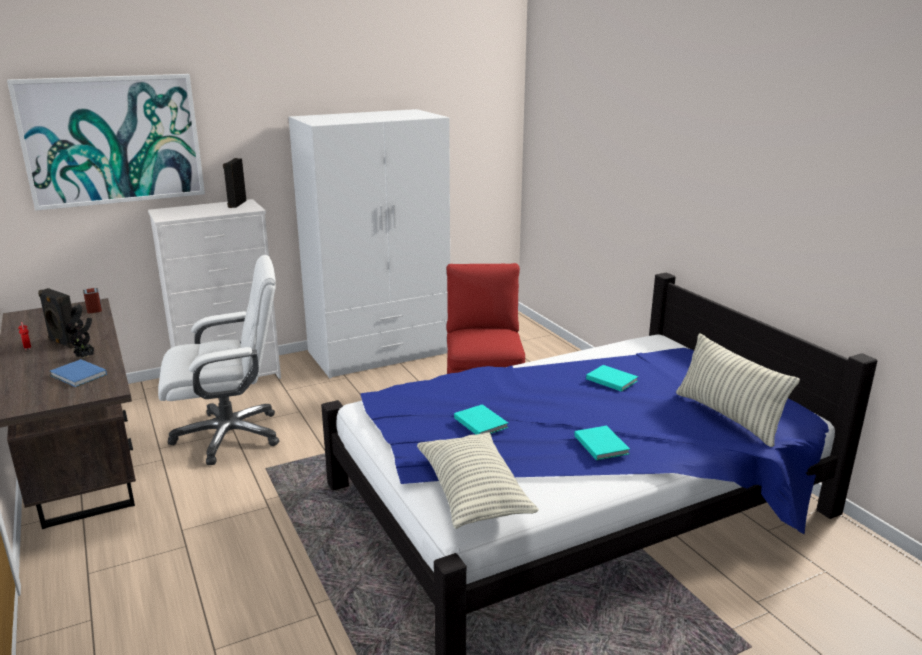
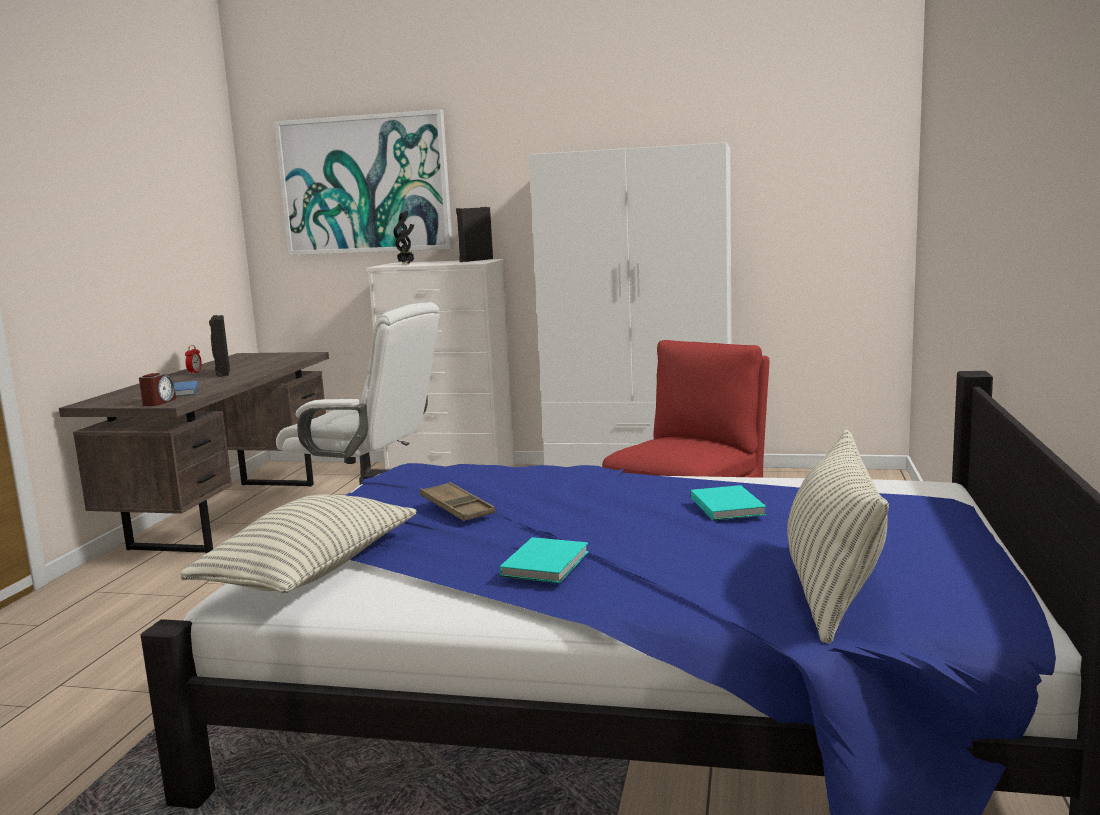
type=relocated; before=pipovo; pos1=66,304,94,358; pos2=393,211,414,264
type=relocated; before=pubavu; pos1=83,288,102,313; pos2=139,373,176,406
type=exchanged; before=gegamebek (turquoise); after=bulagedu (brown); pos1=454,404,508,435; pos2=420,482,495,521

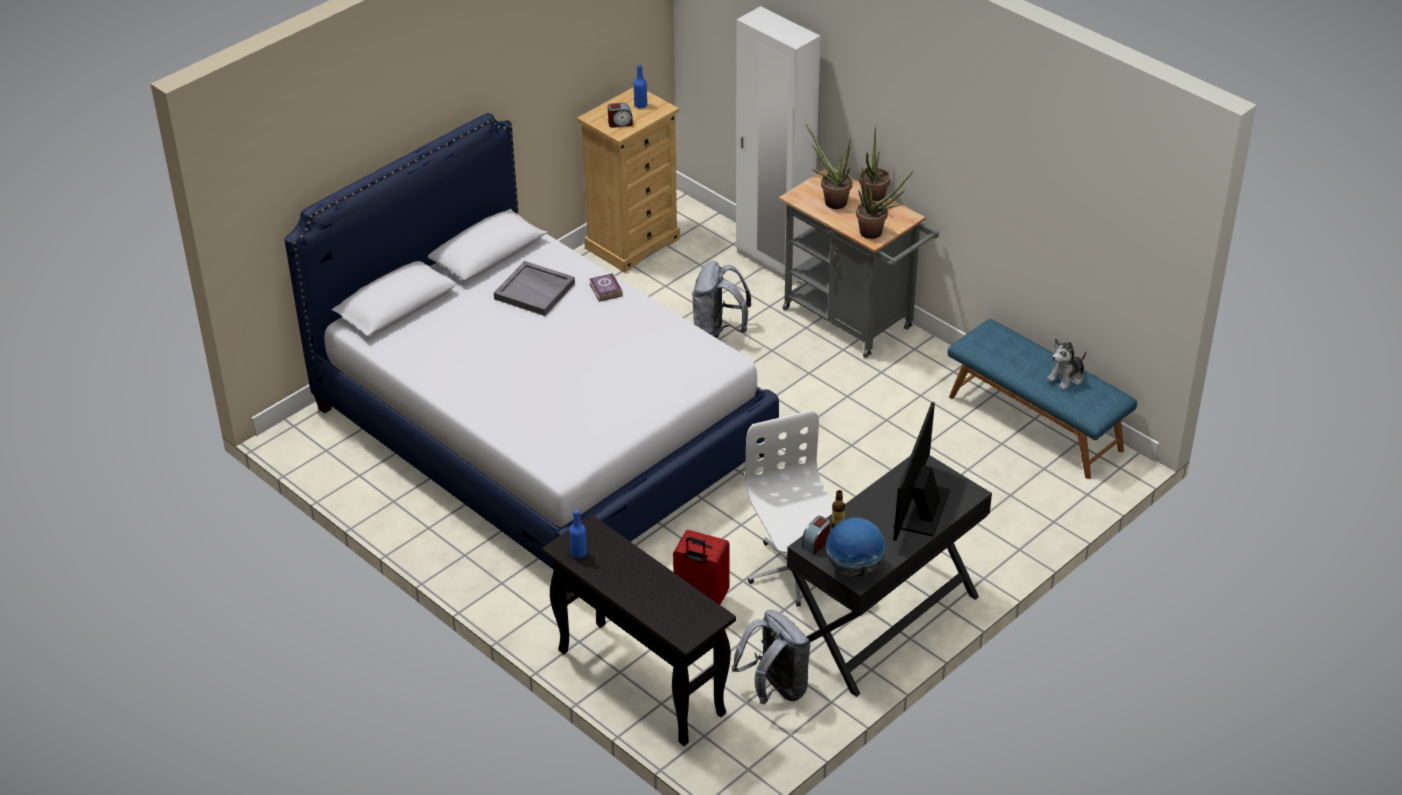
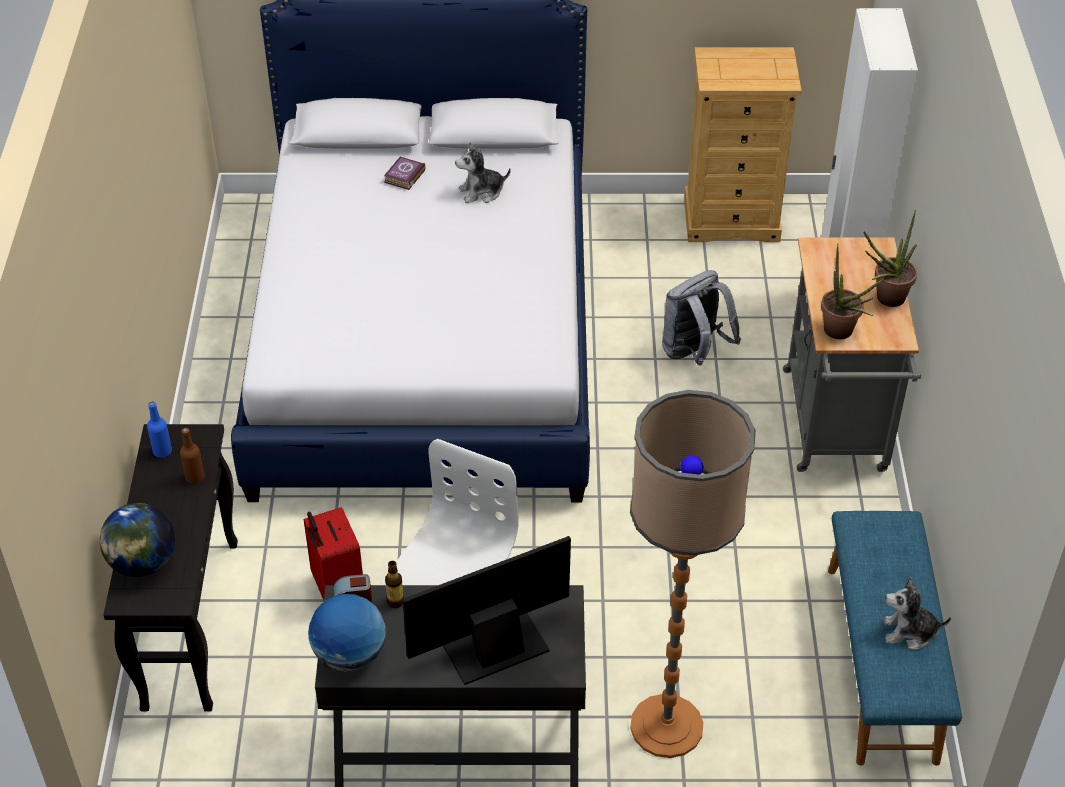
type=exchanged; before=bulagedu (grey); after=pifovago; pos1=494,261,575,316; pos2=455,143,511,203
type=relocated; before=gegamebek; pos1=590,273,623,302; pos2=384,157,426,190
type=missing; before=pubavu; pos1=608,103,633,128
type=missing; before=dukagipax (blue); pos1=634,64,647,108
type=missing; before=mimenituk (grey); pos1=732,610,811,704
type=missing; before=pipovo; pos1=805,123,852,209
type=appeared; after=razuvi; pos2=100,503,175,577
type=appeared; after=dukagipax (brown); pos2=180,428,205,484
type=appeared; after=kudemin; pos2=630,390,756,758

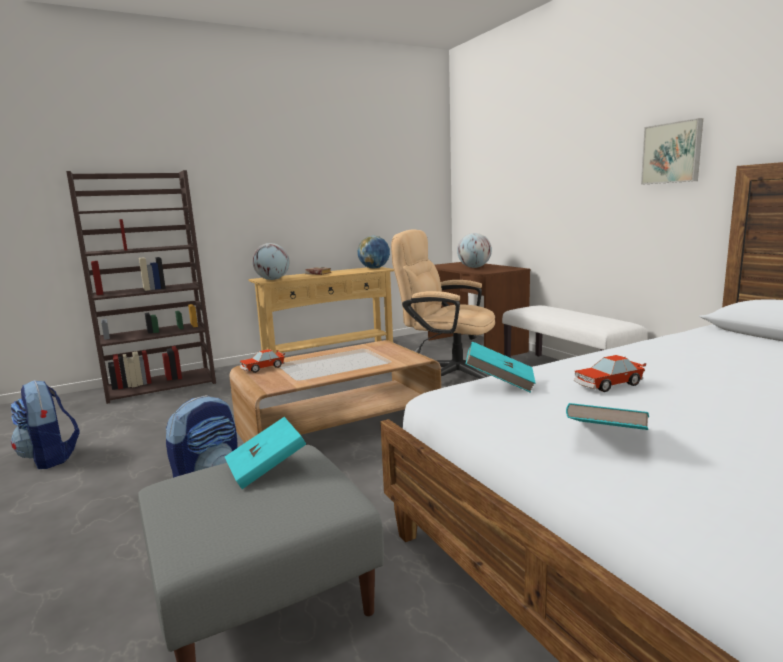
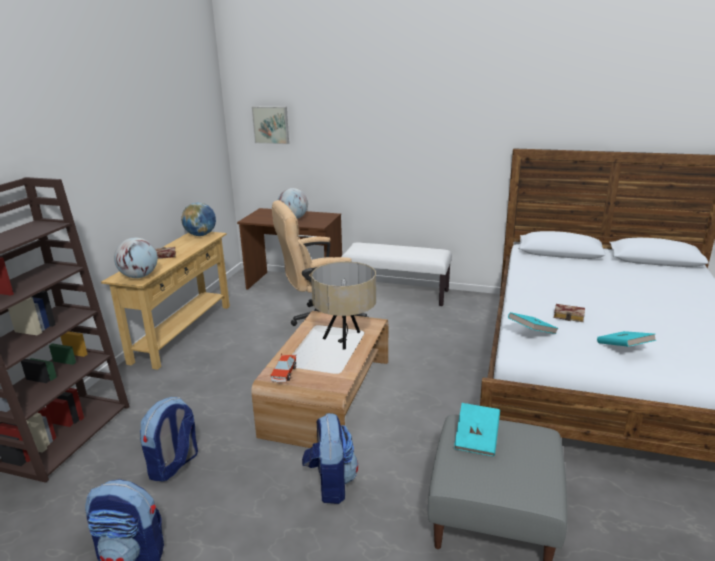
type=exchanged; before=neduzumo; after=gegamebek; pos1=574,355,646,392; pos2=554,304,585,322
type=relocated; before=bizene; pos1=641,118,703,184; pos2=252,106,289,144
type=appeared; after=mimenituk; pos2=140,397,198,481
type=appeared; after=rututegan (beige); pos2=311,262,376,349

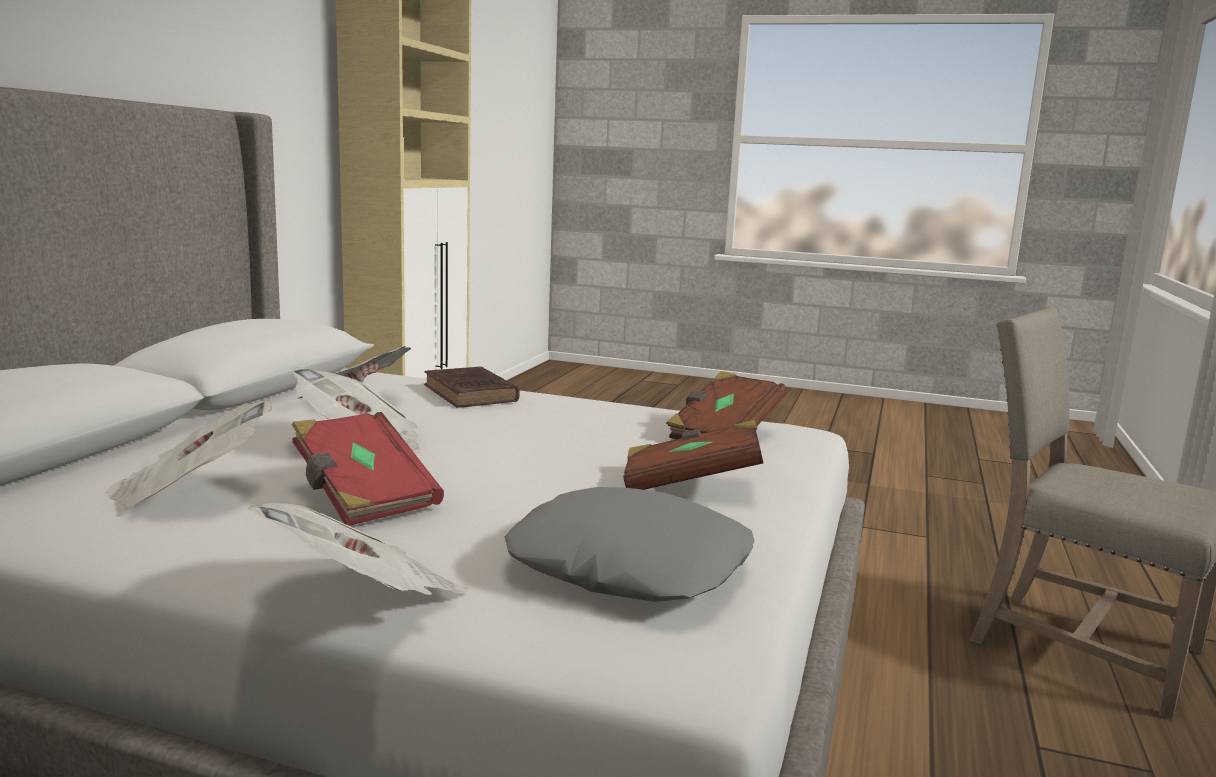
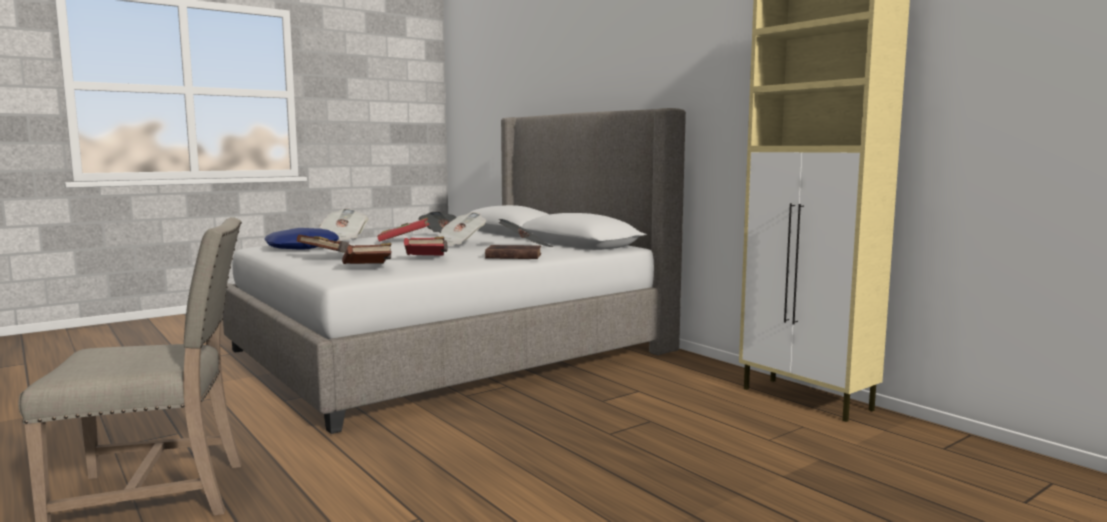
type=colour; before=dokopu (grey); after=dokopu (blue); pos1=504,487,755,602; pos2=264,228,339,250
type=appeared; after=gegamebek (red); pos2=404,236,448,256

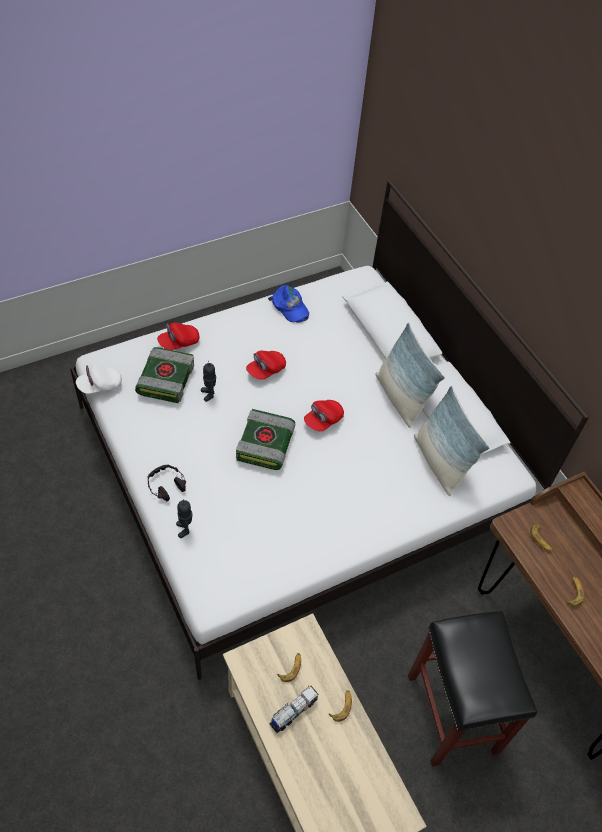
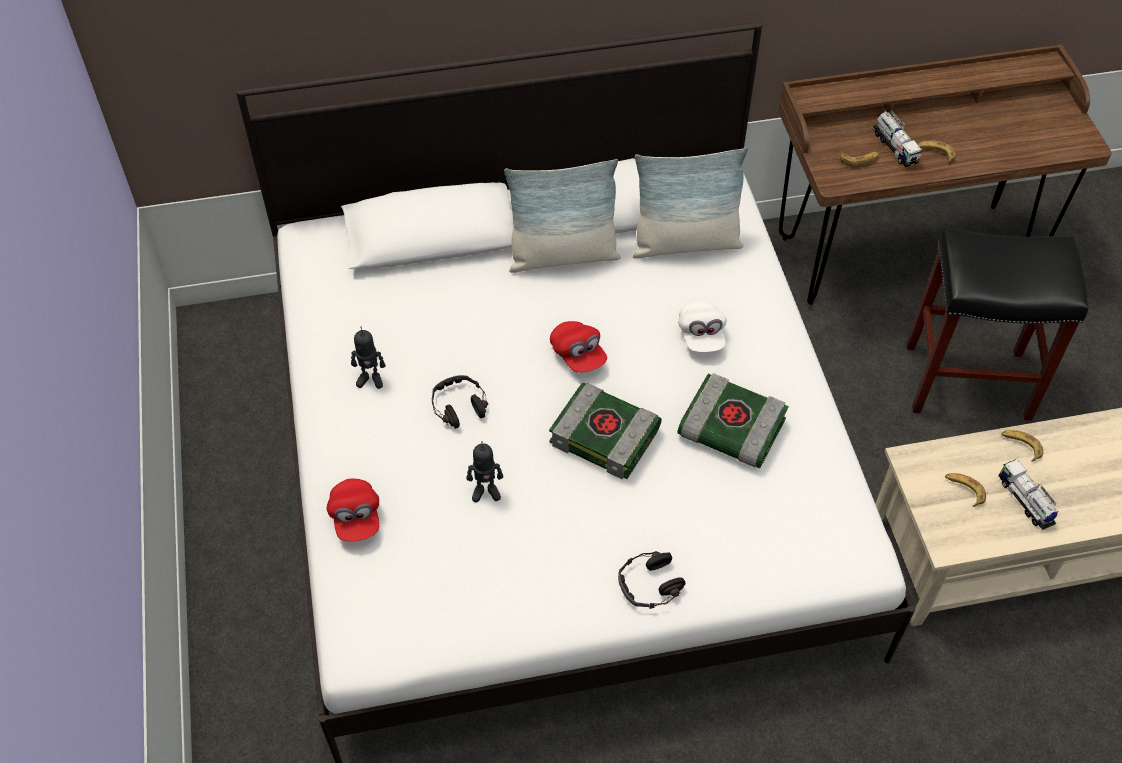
type=relocated; before=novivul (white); pos1=76,365,122,394; pos2=678,301,727,352
type=relocated; before=gegamebek; pos1=135,347,194,403; pos2=677,373,789,468
type=relocated; before=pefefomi; pos1=176,499,192,538; pos2=351,327,386,389
type=exchanged; before=novivul (red); after=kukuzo; pos1=246,351,286,380; pos2=431,375,488,429
type=missing; before=novivul (blue); pos1=268,285,309,323
type=appeared; after=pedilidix; pos2=873,110,922,167

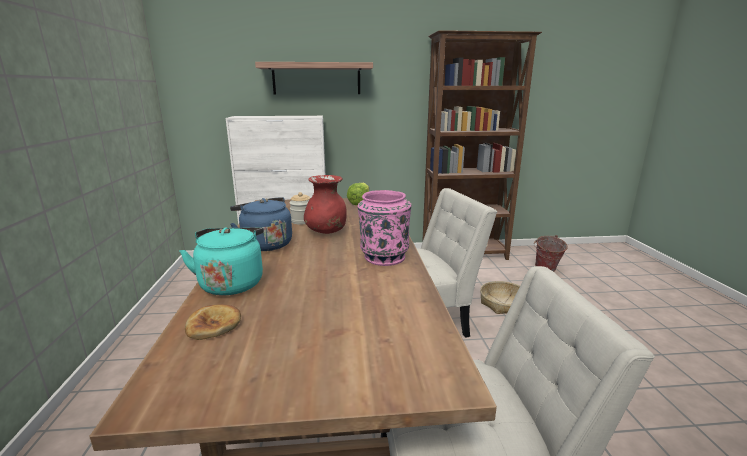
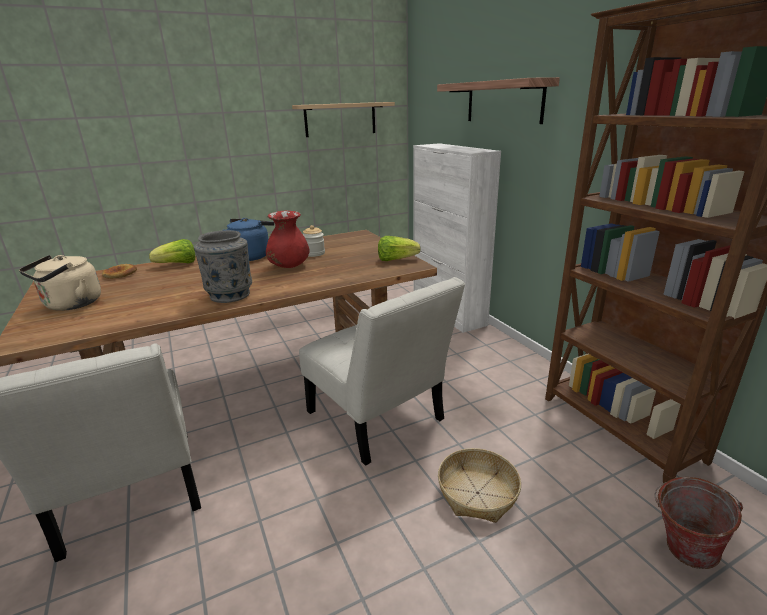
type=exchanged; before=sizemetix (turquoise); after=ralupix; pos1=179,227,264,295; pos2=149,239,195,263
type=colour; before=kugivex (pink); after=kugivex (grey); pos1=358,190,411,266; pos2=194,230,252,303
type=appeared; after=sizemetix (beige); pos2=19,255,101,311
type=appeared; after=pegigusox; pos2=292,102,395,137

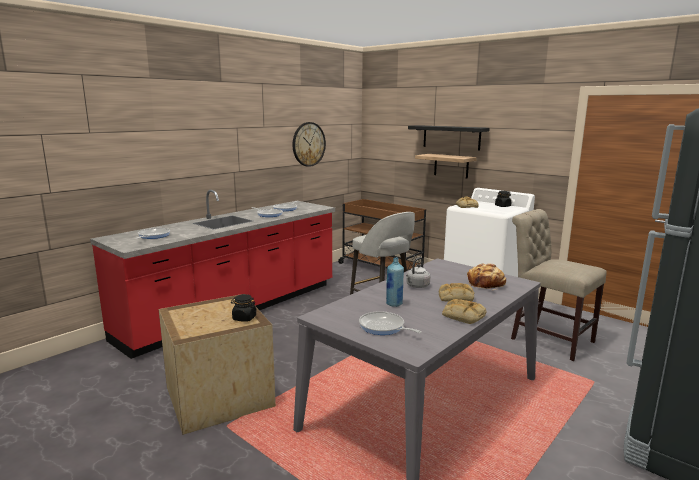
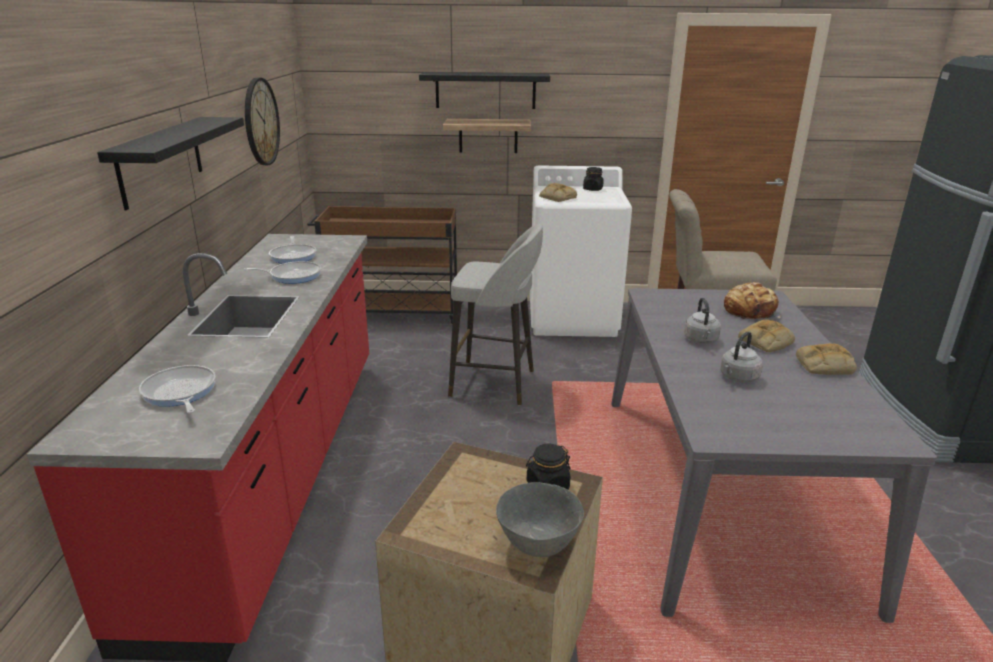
type=missing; before=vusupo; pos1=359,311,421,335
type=exchanged; before=dukagipax (blue); after=sizemetix (grey); pos1=386,257,404,307; pos2=720,332,763,383
type=appeared; after=pegigusox (black); pos2=97,117,244,210
type=appeared; after=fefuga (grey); pos2=496,482,584,557

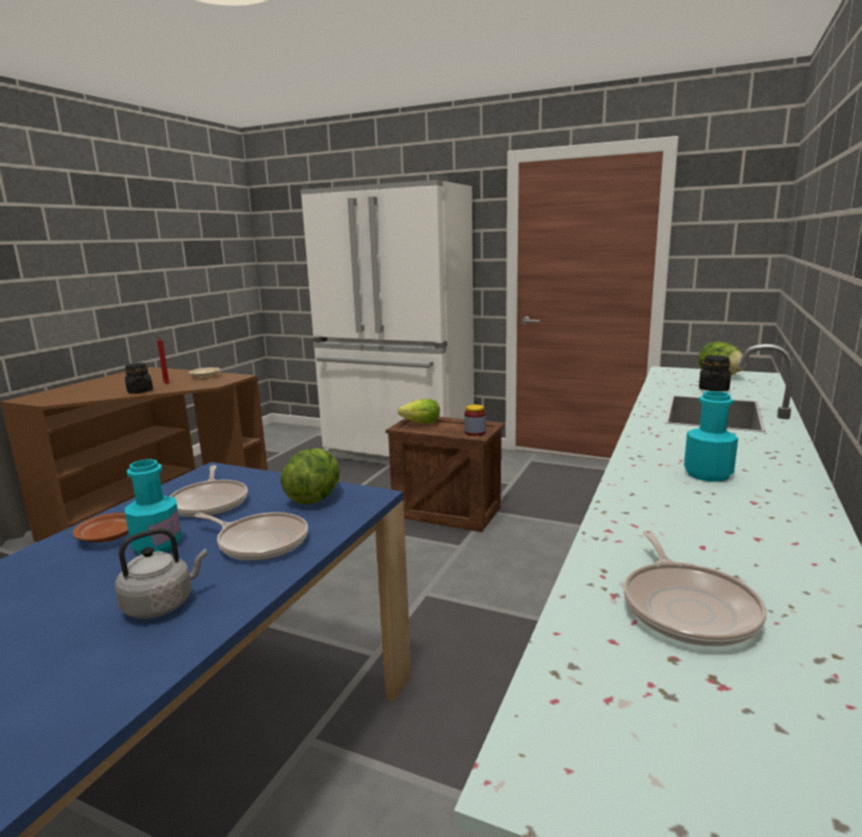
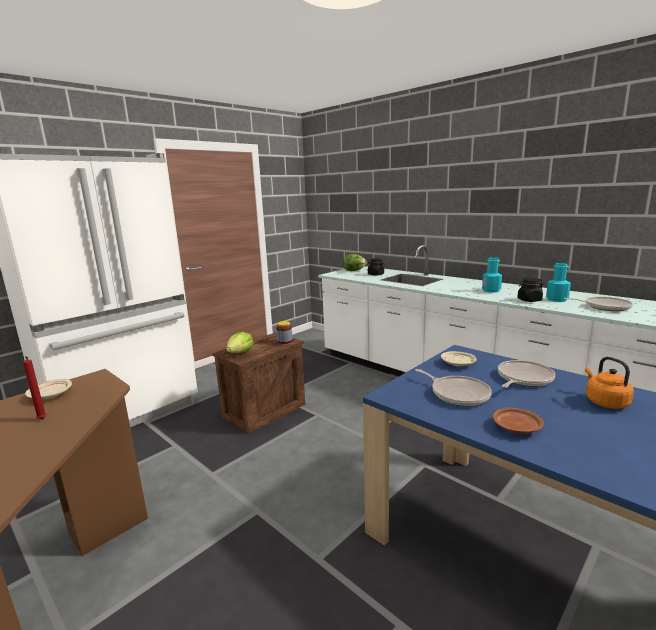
type=colour; before=sizemetix (grey); after=sizemetix (orange); pos1=115,528,208,619; pos2=585,357,634,409
type=relocated; before=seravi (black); pos1=125,363,153,393; pos2=517,278,543,302
type=relocated; before=dukagipax (turquoise); pos1=125,459,182,554; pos2=546,263,571,302
type=spun; before=vusupo; pos1=169,465,248,518; pos2=415,369,492,406; turn=45
type=exchanged; before=ralupix; after=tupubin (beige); pos1=280,448,340,504; pos2=441,351,477,367

